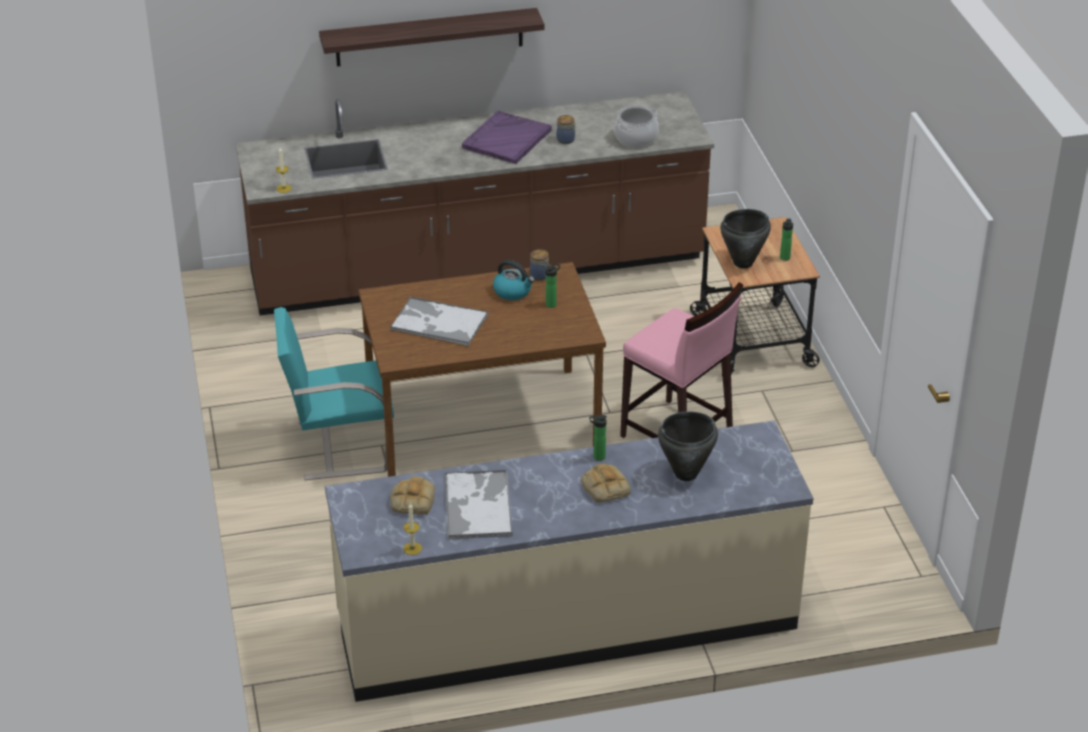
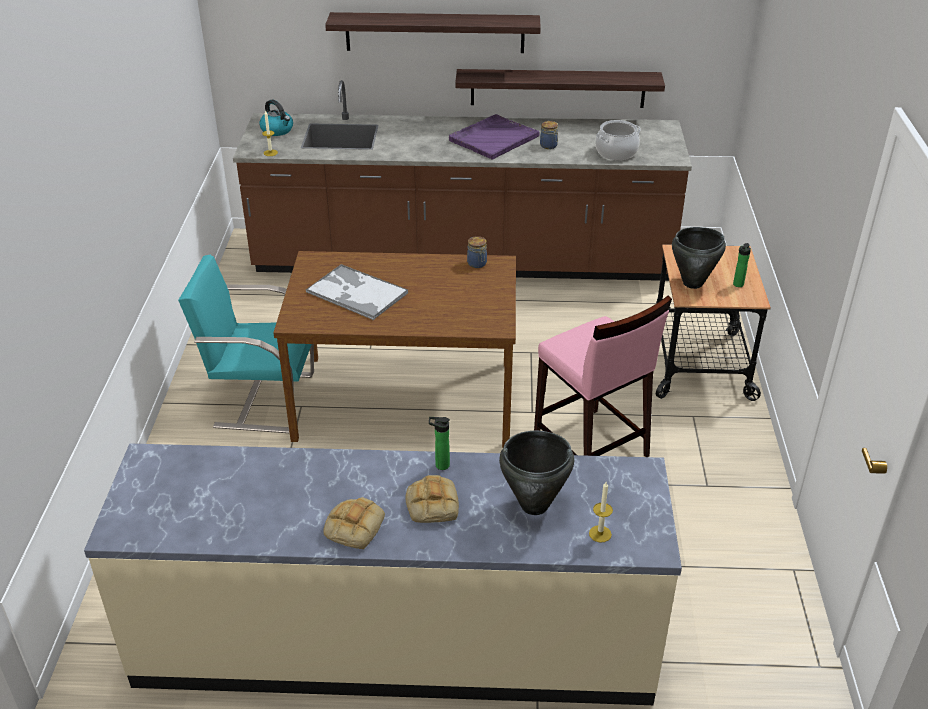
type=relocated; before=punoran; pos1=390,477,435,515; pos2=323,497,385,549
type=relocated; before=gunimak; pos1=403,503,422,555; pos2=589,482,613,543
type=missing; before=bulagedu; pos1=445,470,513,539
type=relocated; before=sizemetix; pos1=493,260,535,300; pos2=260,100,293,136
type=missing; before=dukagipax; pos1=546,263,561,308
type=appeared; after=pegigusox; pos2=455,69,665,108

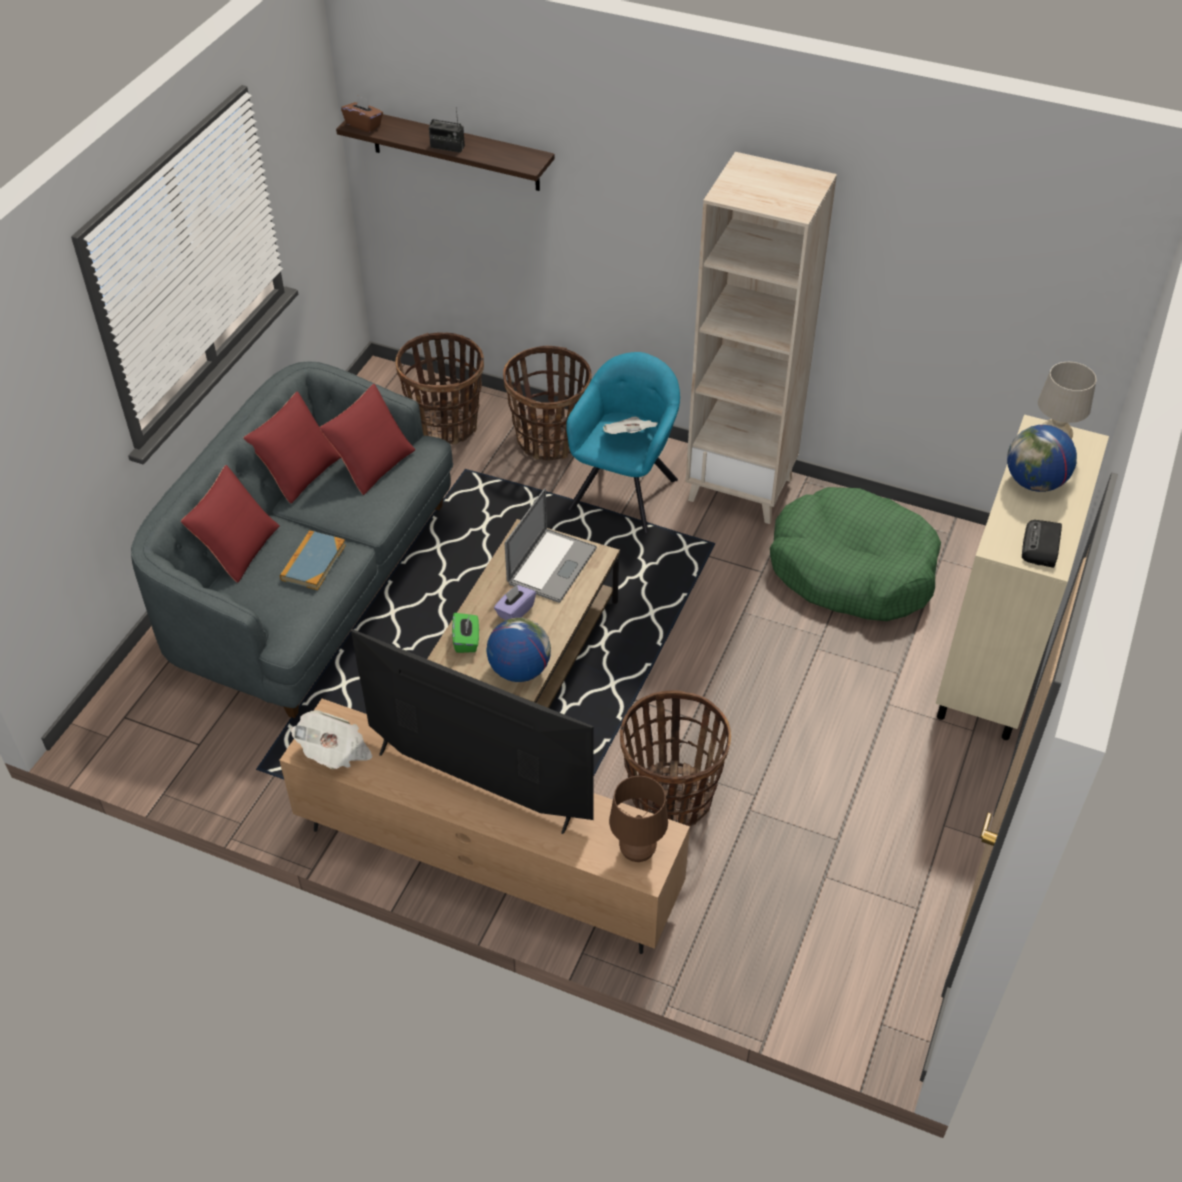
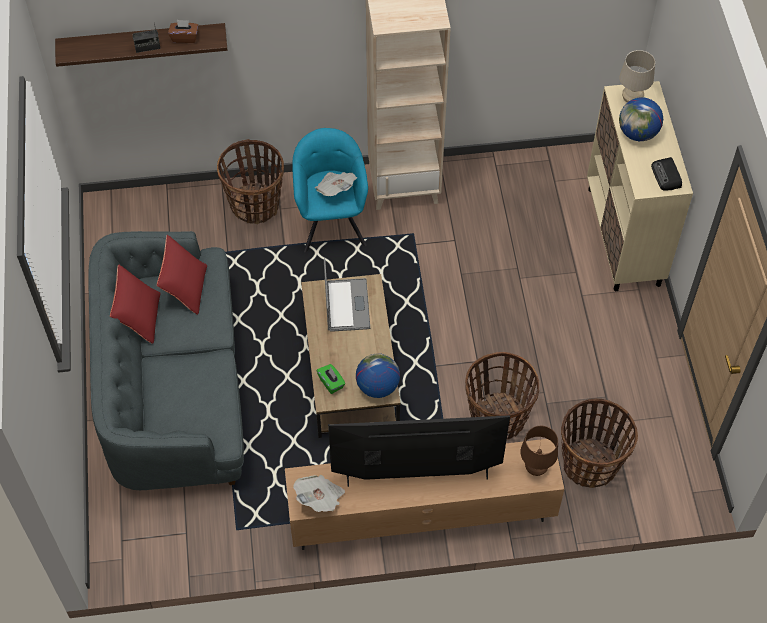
type=missing; before=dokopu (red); pos1=181,465,280,583
type=missing; before=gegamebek; pos1=280,530,346,590
type=relocated; before=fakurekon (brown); pos1=341,96,383,132; pos2=168,20,198,43
type=relocated; before=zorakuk; pos1=395,332,484,445; pos2=561,399,638,488
type=missing; before=fakurekon (purple); pos1=494,585,536,620
type=missing; before=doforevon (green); pos1=770,487,941,621

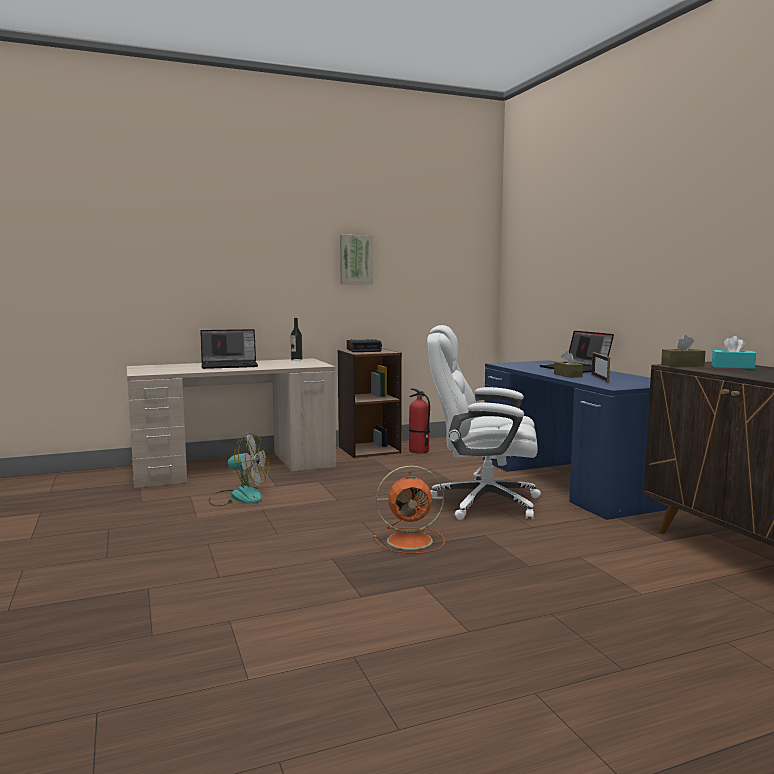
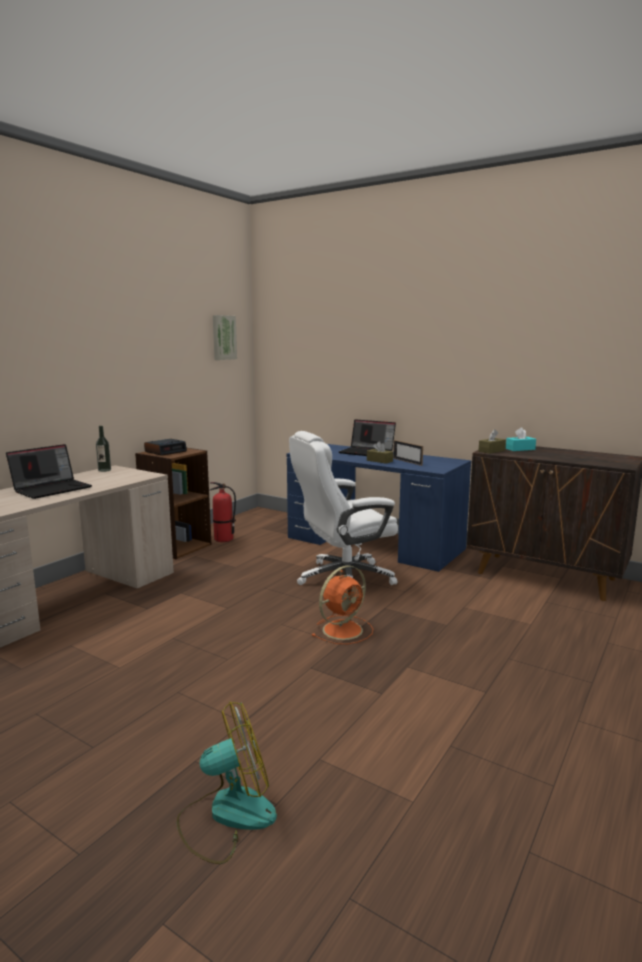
type=relocated; before=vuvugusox; pos1=208,433,269,506; pos2=177,701,277,864
type=relocated; before=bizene; pos1=340,235,373,284; pos2=213,315,237,360

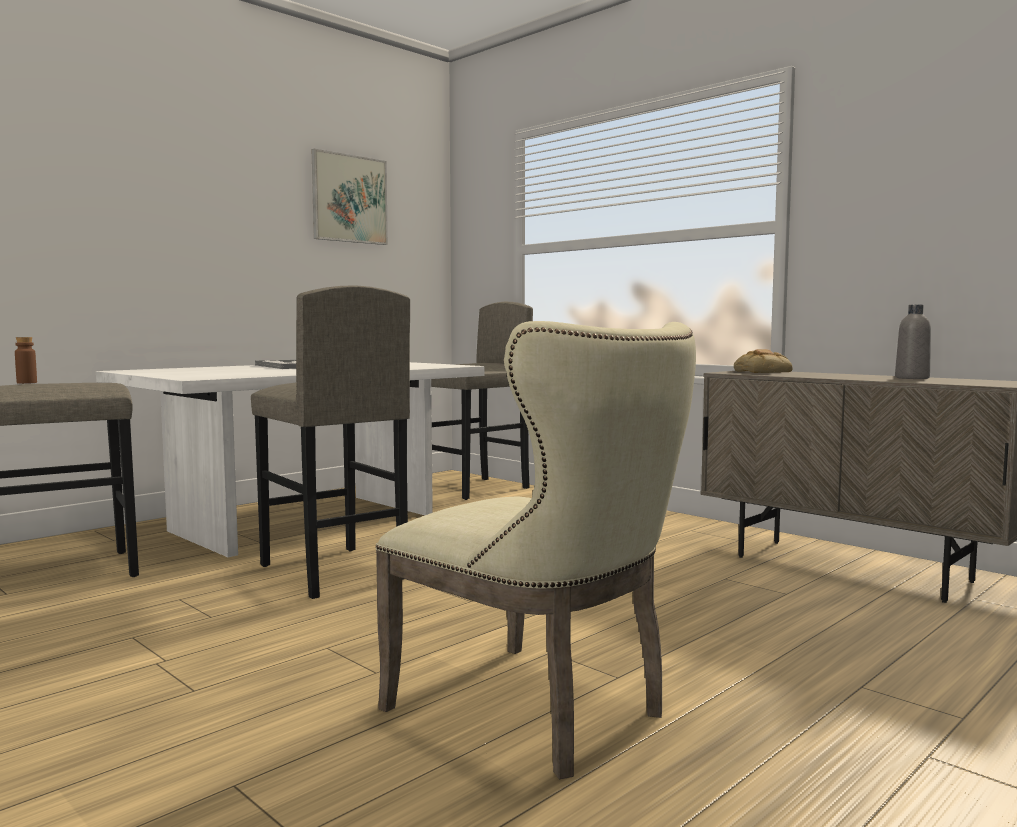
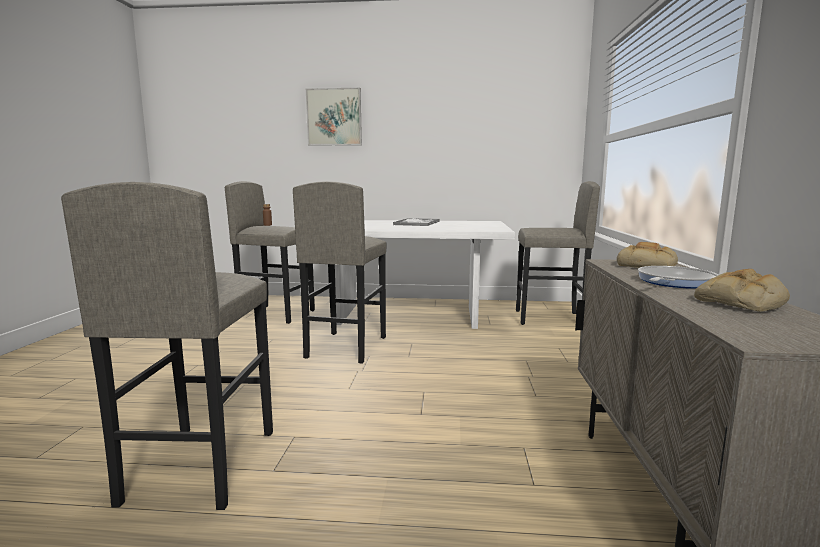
type=relocated; before=bizene; pos1=312,149,388,245; pos2=306,88,362,146
type=exchanged; before=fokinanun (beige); after=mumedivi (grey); pos1=376,321,696,779; pos2=61,182,273,510
type=exchanged; before=dukagipax (grey); after=punoran; pos1=895,305,931,379; pos2=694,269,790,312
type=appeared; after=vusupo; pos2=638,266,718,289

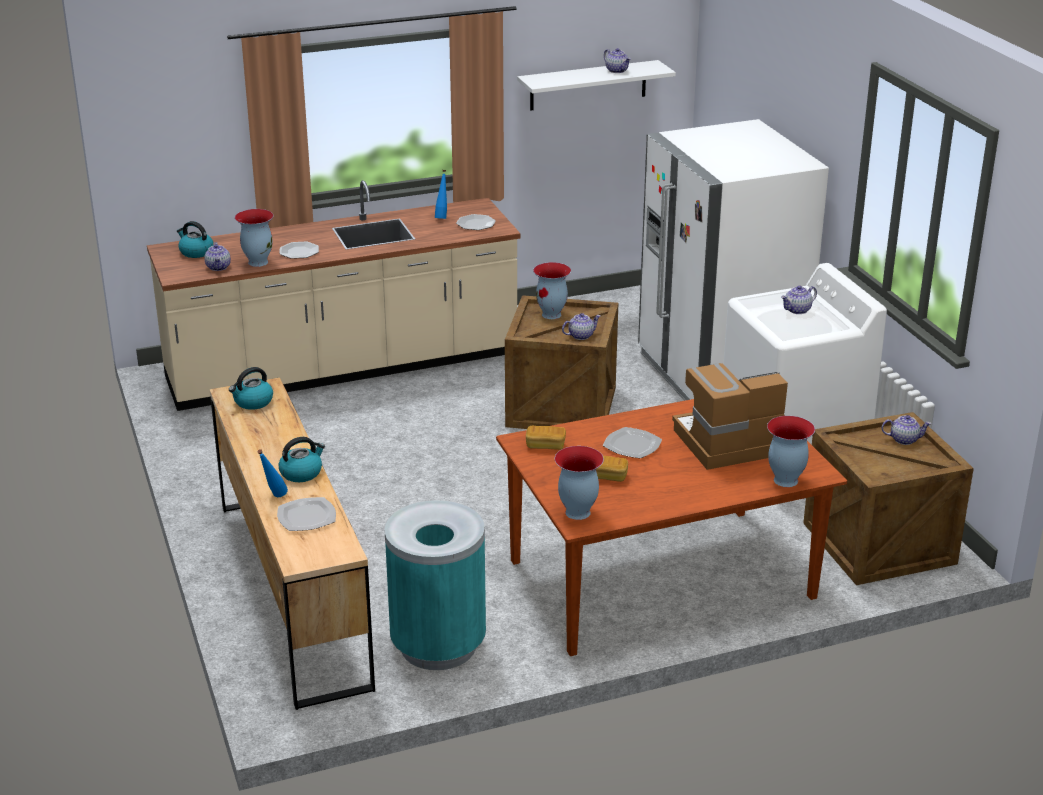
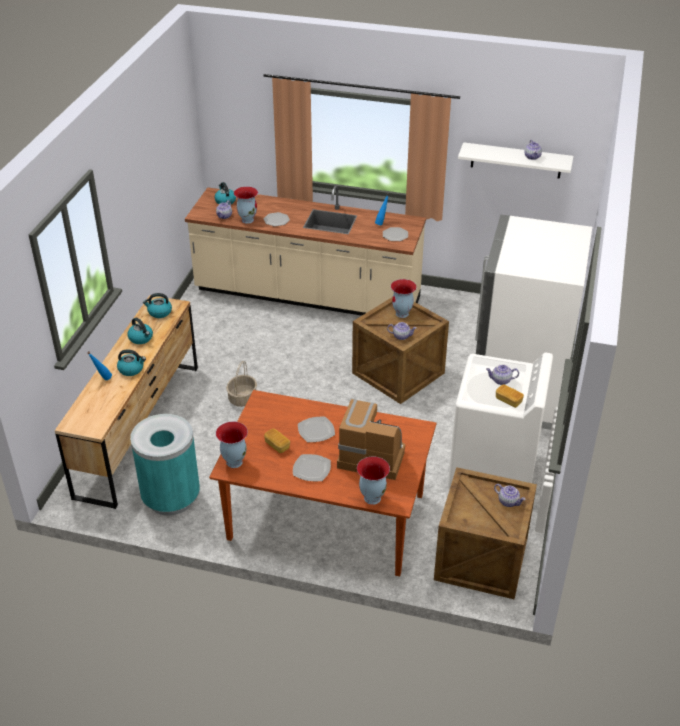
type=relocated; before=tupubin; pos1=277,497,336,531; pos2=293,454,331,481
type=relocated; before=punoran; pos1=526,426,566,450; pos2=496,384,524,408
type=appeared; after=sizemetix; pos2=127,318,153,344
type=appeared; after=zorakuk; pos2=226,361,257,407

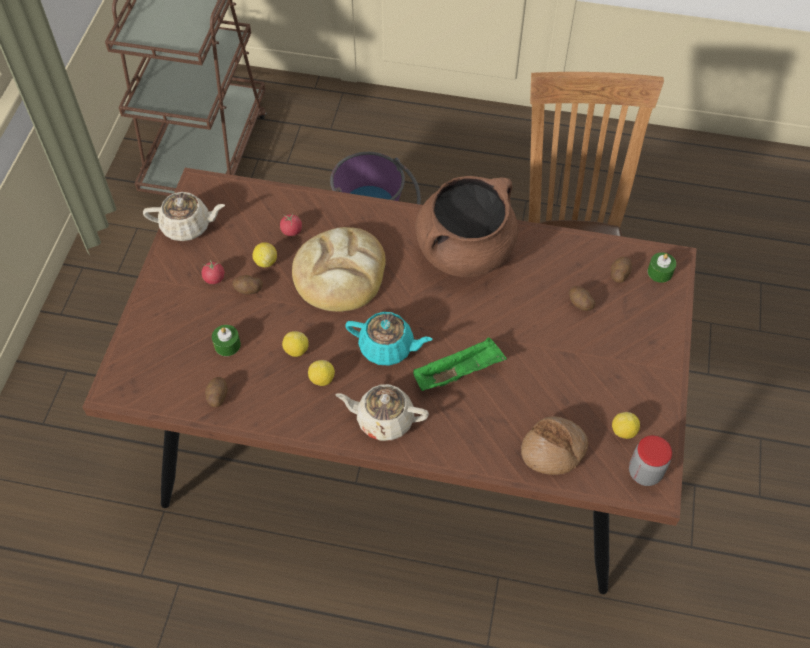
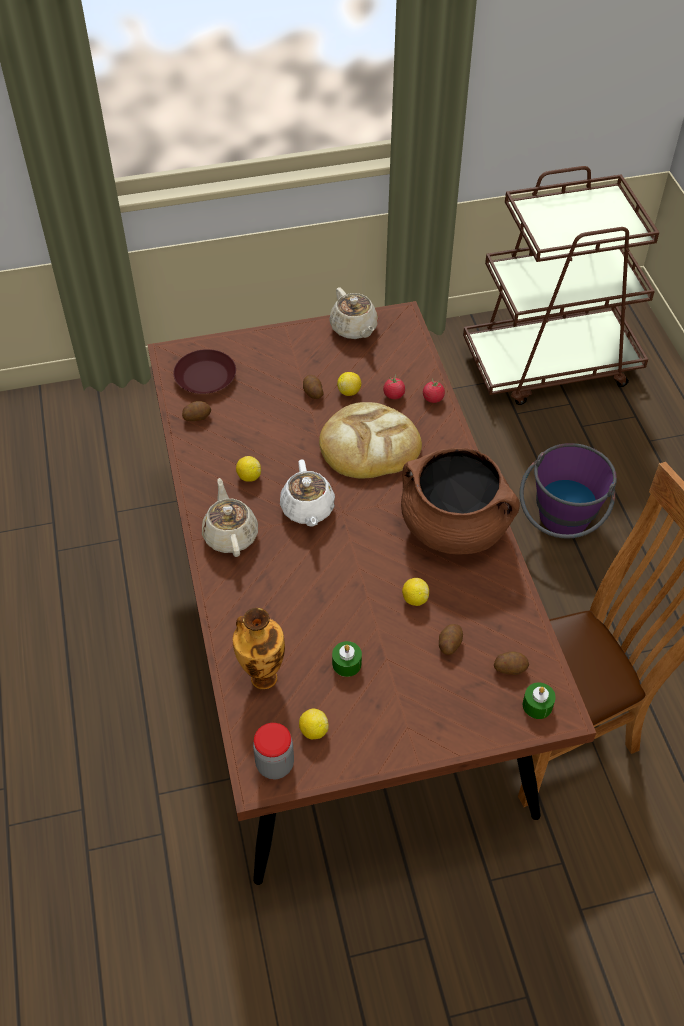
type=relocated; before=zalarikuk; pos1=201,260,225,284; pos2=423,378,445,403
type=relocated; before=gunimak (green); pos1=212,325,241,356; pos2=332,641,362,677
type=relocated; before=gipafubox; pos1=282,331,309,357; pos2=402,578,429,606
type=colour; before=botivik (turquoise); after=botivik (white); pos1=345,312,433,366; pos2=280,460,335,527
type=missing; before=bulagedu (green); pos1=413,338,507,391
type=exchanged; before=punoran; after=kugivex; pos1=521,416,588,475; pos2=233,608,285,689
type=appeared; after=tupubin (brown); pos2=173,349,236,394

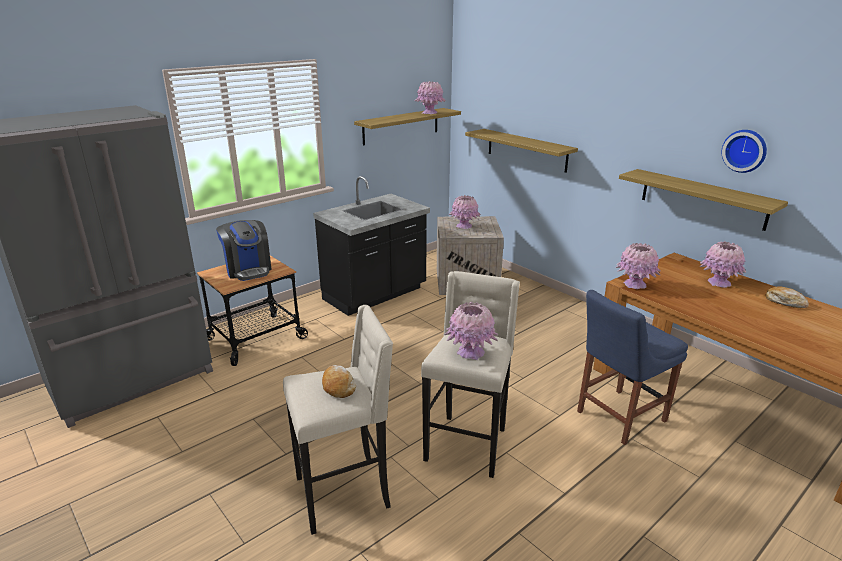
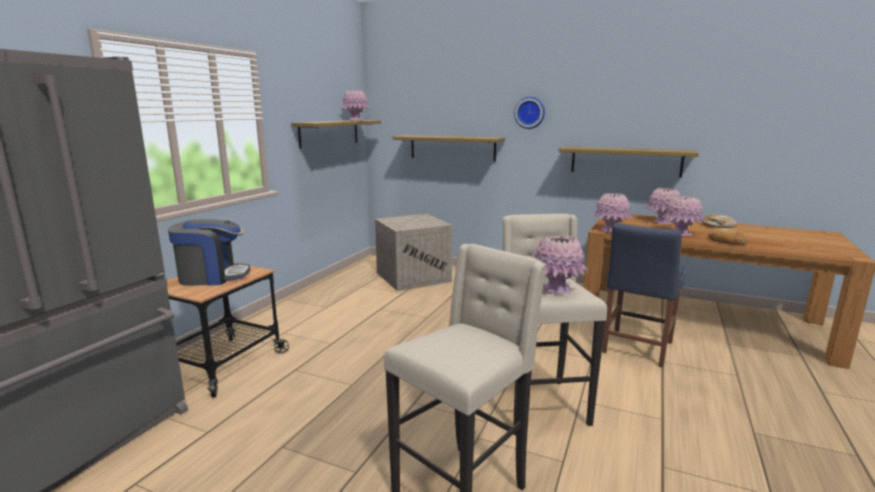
type=spun; before=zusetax; pos1=216,220,272,281; pos2=168,219,250,286; turn=-45
type=missing; before=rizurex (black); pos1=313,176,430,316
type=relocated; before=punoran; pos1=322,365,356,398; pos2=708,228,747,245
type=relocated; before=kugivex (pink); pos1=449,195,481,229; pos2=662,195,705,236
type=relocated; before=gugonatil; pos1=721,130,767,173; pos2=514,97,545,129

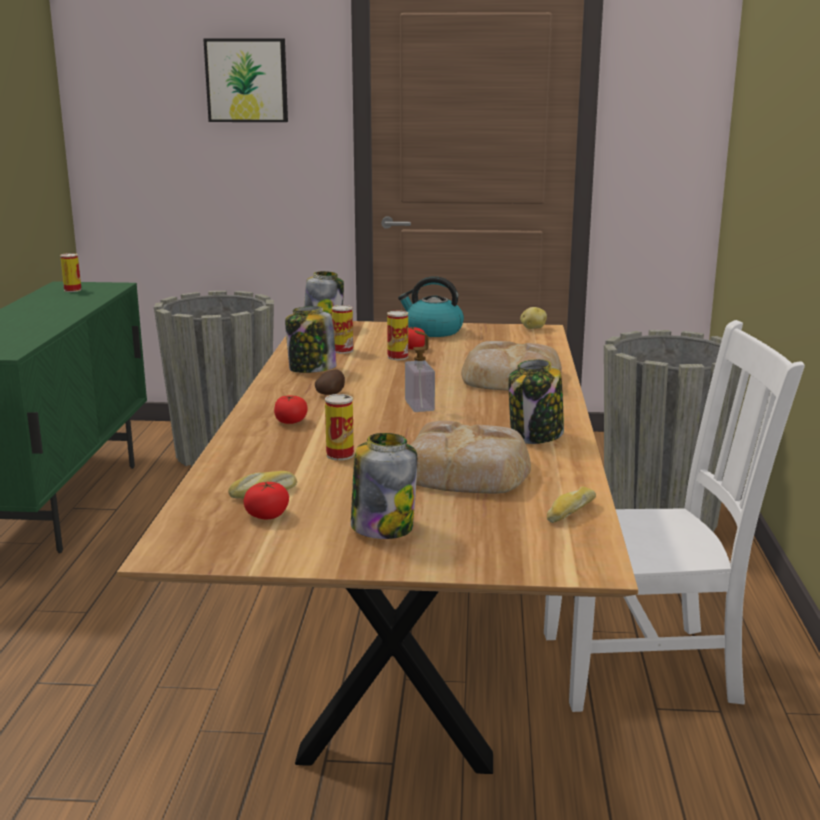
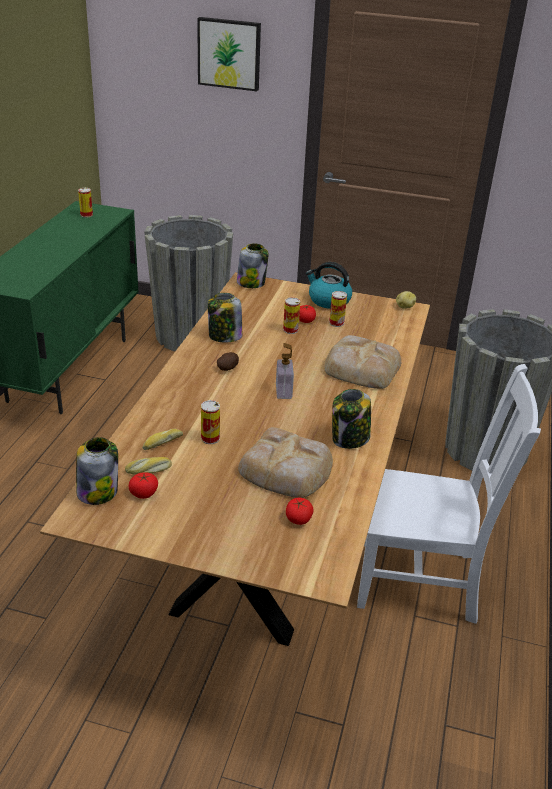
type=relocated; before=zalarikuk; pos1=274,395,308,424; pos2=286,498,313,525
type=relocated; before=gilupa; pos1=332,305,353,354; pos2=329,291,347,327
type=relocated; before=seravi; pos1=351,433,417,539; pos2=76,437,118,505
type=relocated; before=punoran; pos1=547,486,596,523; pos2=142,429,183,450

